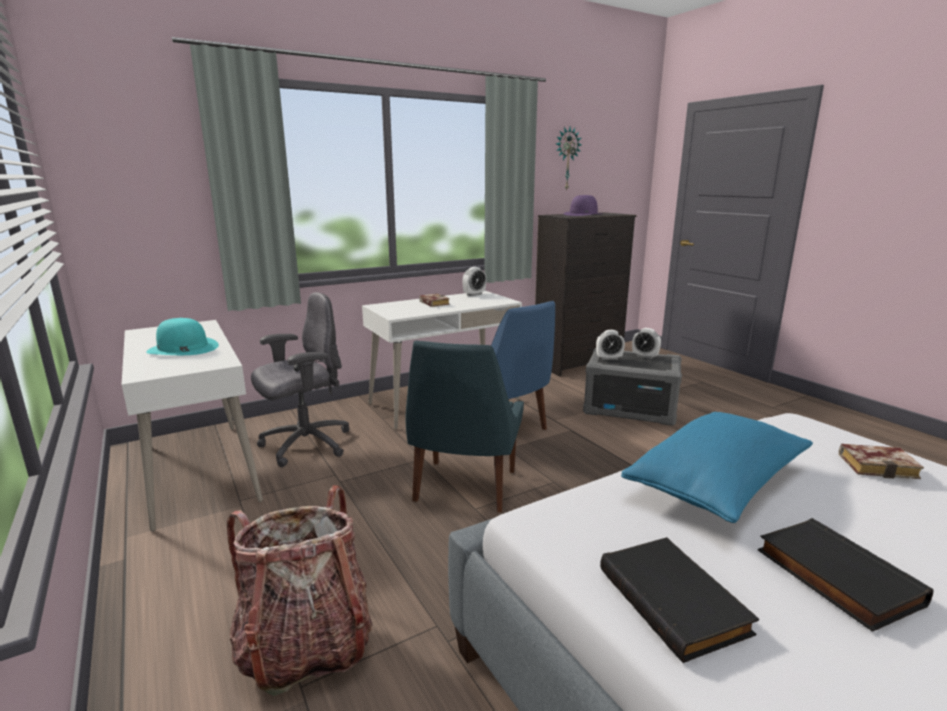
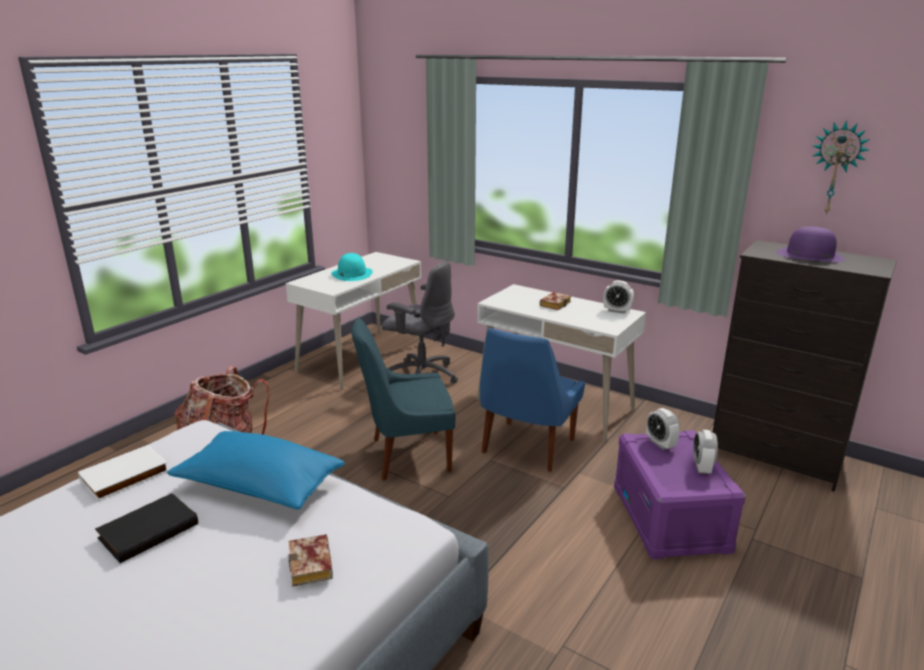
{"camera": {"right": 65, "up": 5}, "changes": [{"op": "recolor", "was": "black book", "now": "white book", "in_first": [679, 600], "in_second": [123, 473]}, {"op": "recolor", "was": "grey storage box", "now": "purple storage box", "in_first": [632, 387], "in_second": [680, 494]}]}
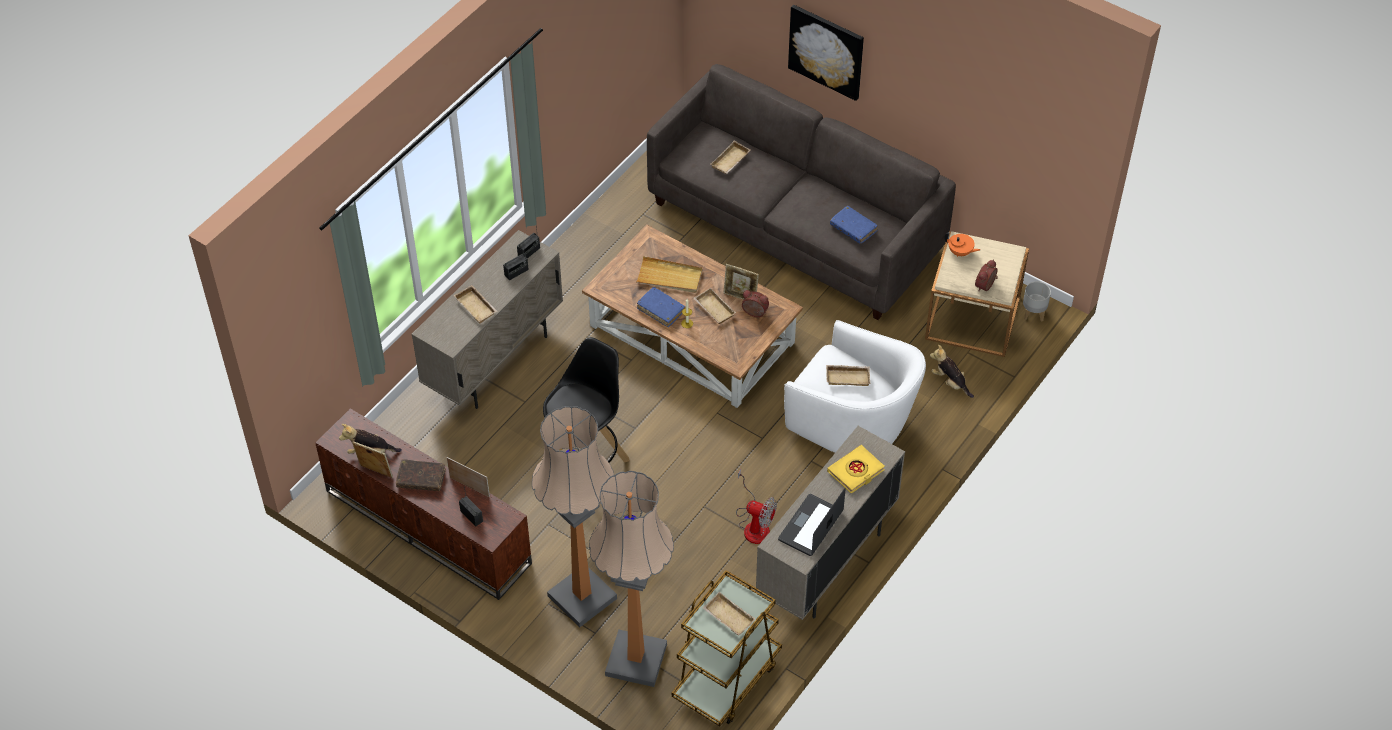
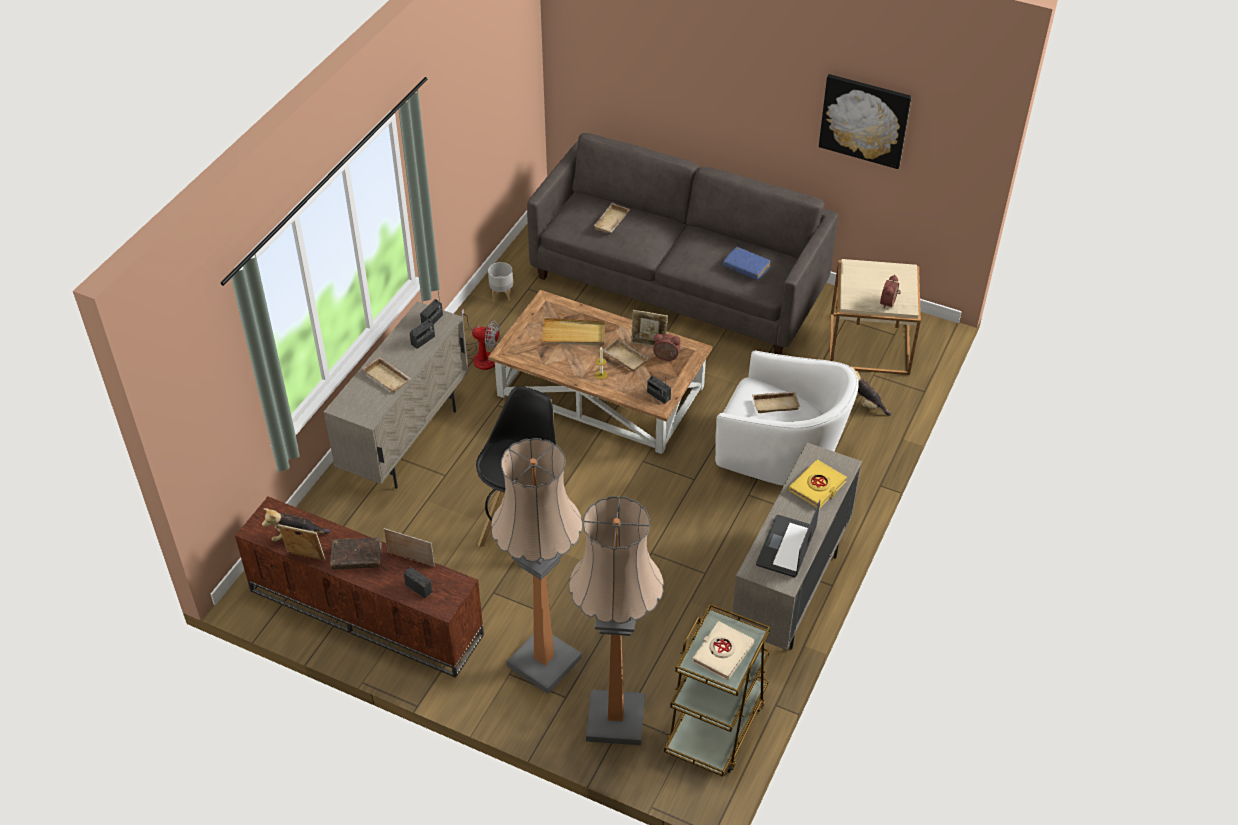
{"camera": {"right": -10, "up": -5}, "changes": [{"op": "move", "was": "fan", "in_first": [756, 506], "in_second": [480, 339]}, {"op": "move", "was": "grey planter", "in_first": [1037, 301], "in_second": [500, 281]}, {"op": "insert", "now": "radio", "in_second": [659, 390]}, {"op": "replace", "was": "beige tray", "now": "beige book", "in_first": [729, 613], "in_second": [723, 650]}, {"op": "move", "was": "picture", "in_first": [826, 53], "in_second": [865, 121]}, {"op": "delete", "was": "blue book", "in_first": [661, 307]}, {"op": "delete", "was": "orange teapot", "in_first": [962, 244]}]}
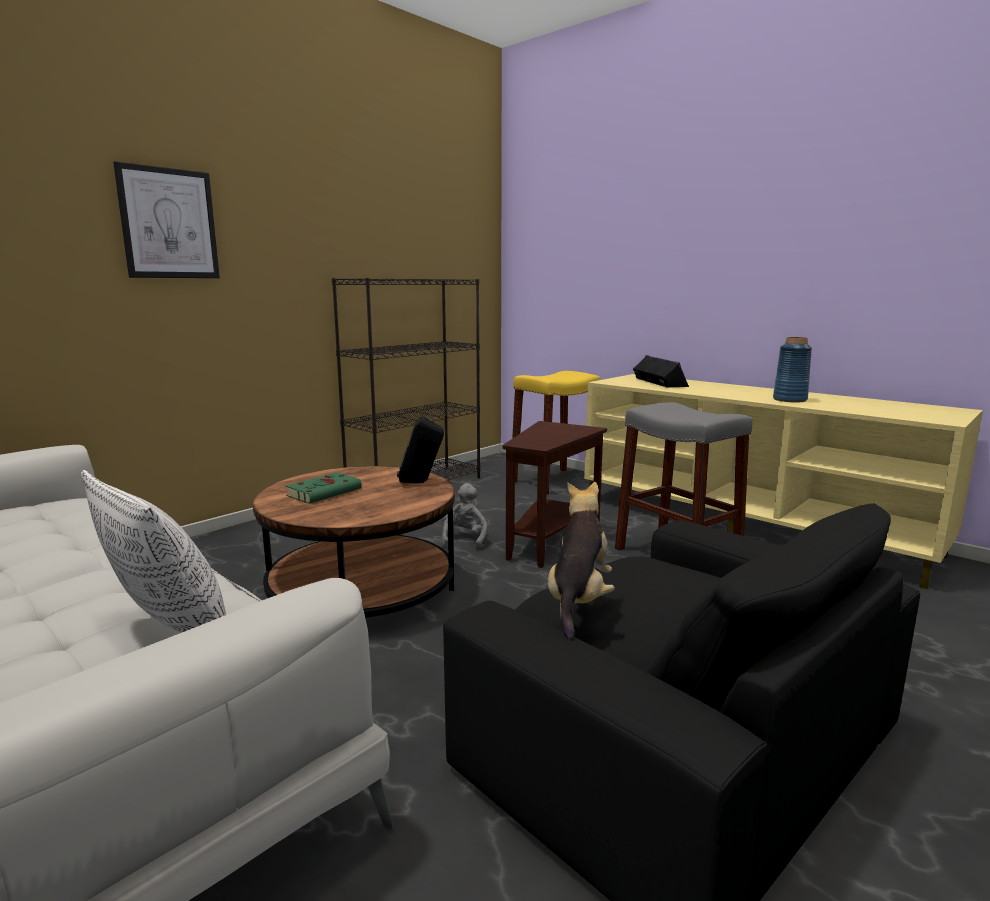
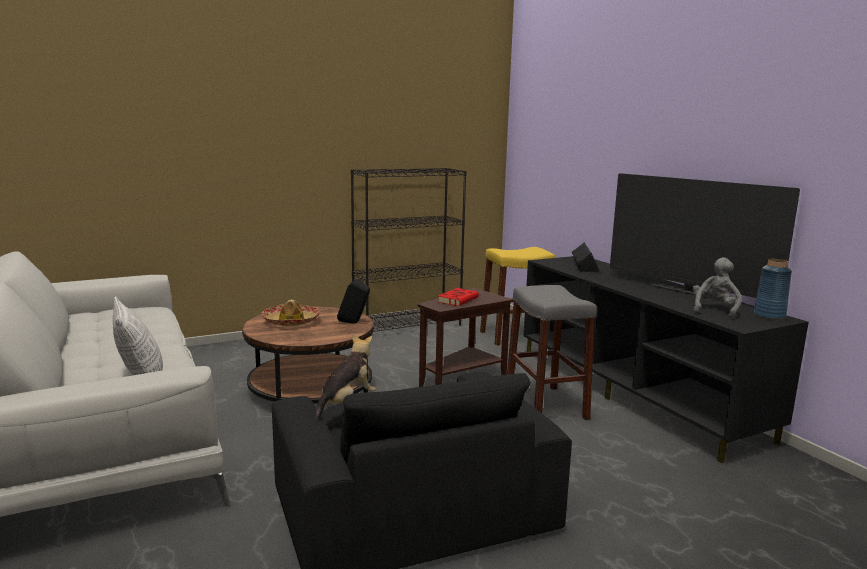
{"camera": {"right": 20, "up": 0}, "changes": [{"op": "replace", "was": "green book", "now": "hat", "in_first": [323, 488], "in_second": [290, 313]}, {"op": "insert", "now": "red book", "in_second": [458, 297]}, {"op": "recolor", "was": "beige tv stand", "now": "black tv stand", "in_first": [783, 481], "in_second": [666, 359]}, {"op": "insert", "now": "television", "in_second": [705, 235]}, {"op": "move", "was": "grey plush toy", "in_first": [464, 516], "in_second": [717, 288]}, {"op": "move", "was": "blue vase", "in_first": [792, 369], "in_second": [773, 289]}, {"op": "delete", "was": "picture", "in_first": [166, 219]}]}
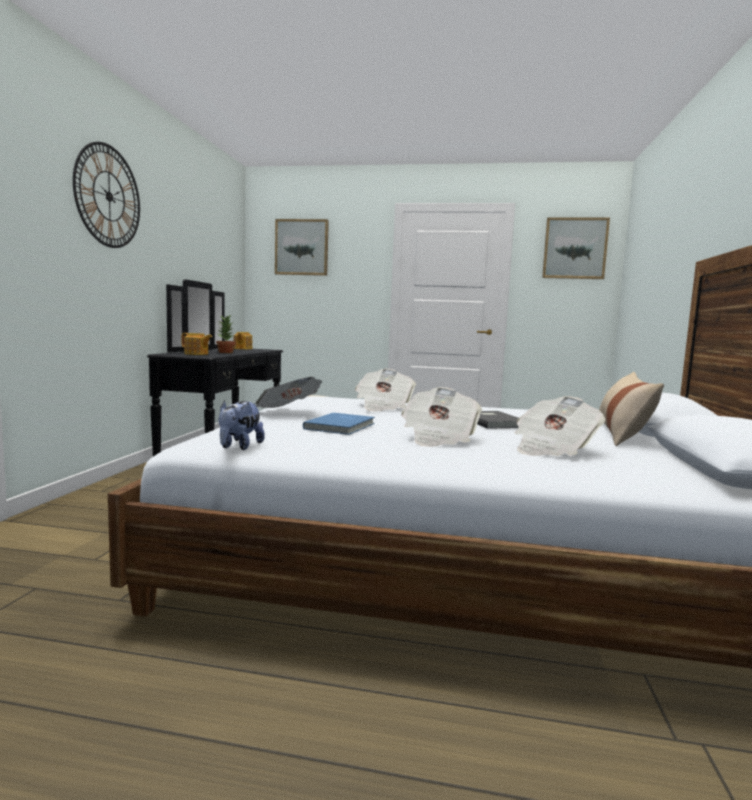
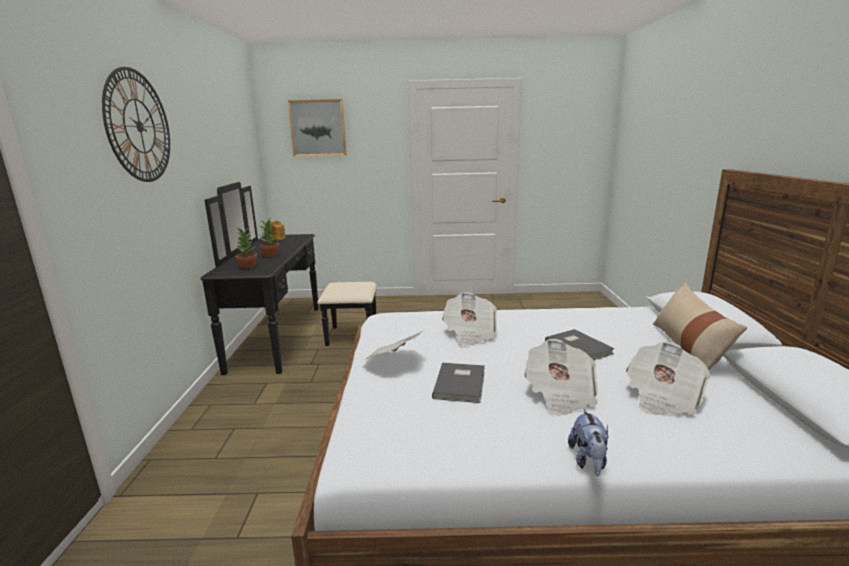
{"camera": {"right": -10, "up": 10}, "changes": [{"op": "replace", "was": "teapot", "now": "potted plant", "in_first": [196, 344], "in_second": [245, 248]}, {"op": "recolor", "was": "blue book", "now": "grey book", "in_first": [339, 424], "in_second": [458, 383]}, {"op": "move", "was": "plush toy", "in_first": [242, 425], "in_second": [588, 442]}, {"op": "delete", "was": "picture", "in_first": [576, 248]}]}
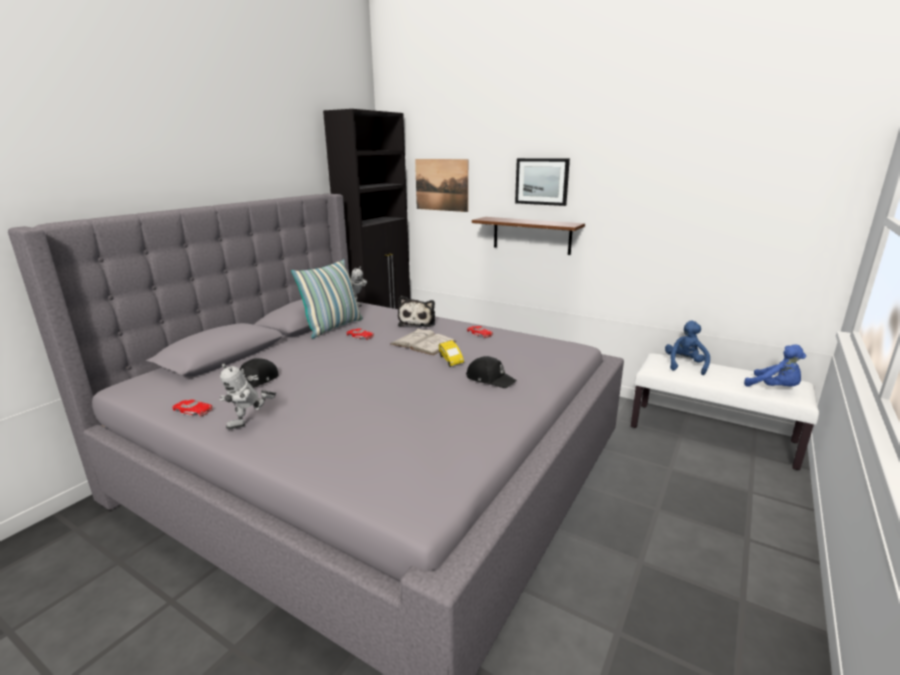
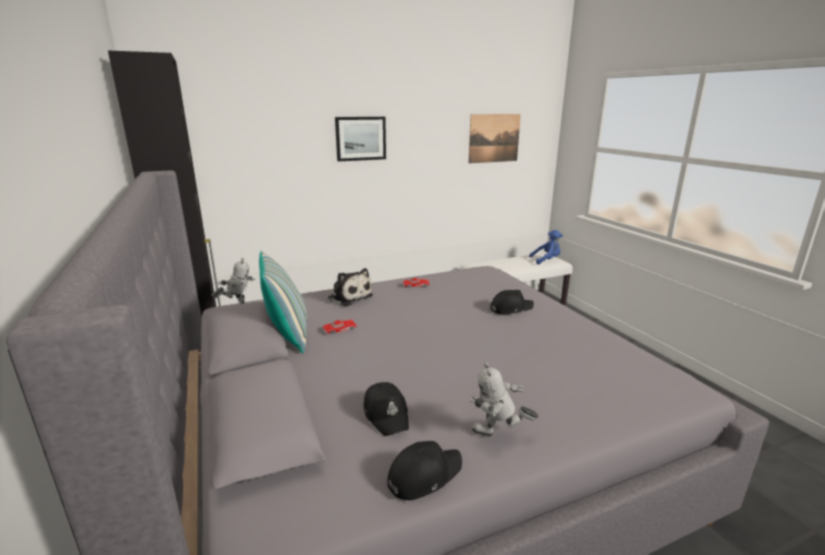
{"camera": {"right": -55, "up": 0}, "changes": [{"op": "replace", "was": "red toy car", "now": "black cap", "in_first": [192, 408], "in_second": [425, 470]}, {"op": "move", "was": "picture", "in_first": [441, 185], "in_second": [494, 138]}, {"op": "rotate", "was": "toy robot", "in_first": [247, 396], "in_second": [504, 399], "clockwise": 105}, {"op": "delete", "was": "white book", "in_first": [423, 341]}, {"op": "delete", "was": "yellow toy car", "in_first": [451, 353]}, {"op": "delete", "was": "brown shelf", "in_first": [528, 236]}, {"op": "delete", "was": "blue plush toy", "in_first": [687, 348]}]}
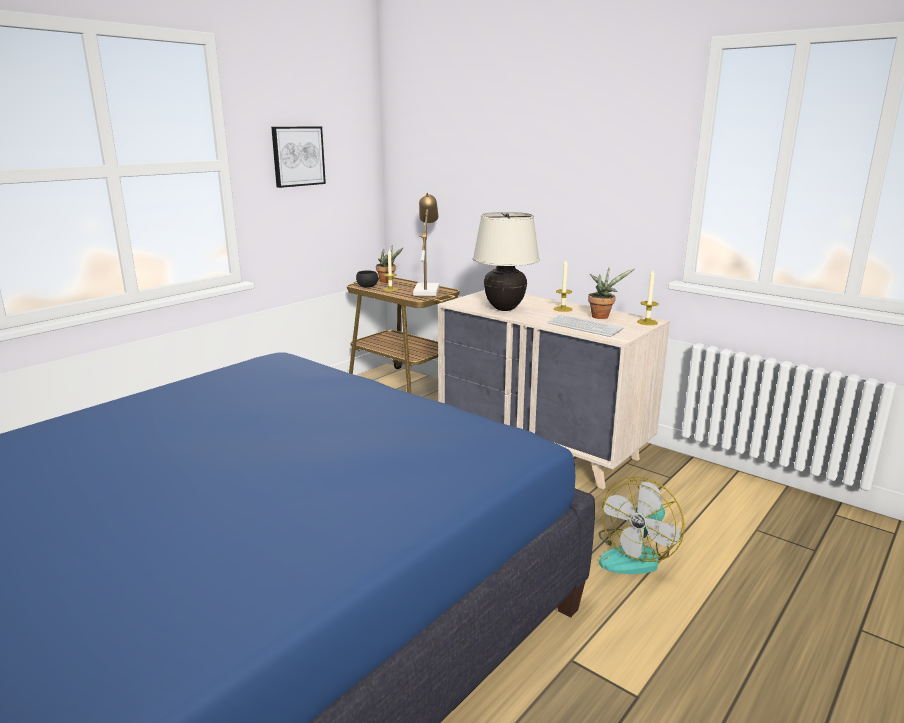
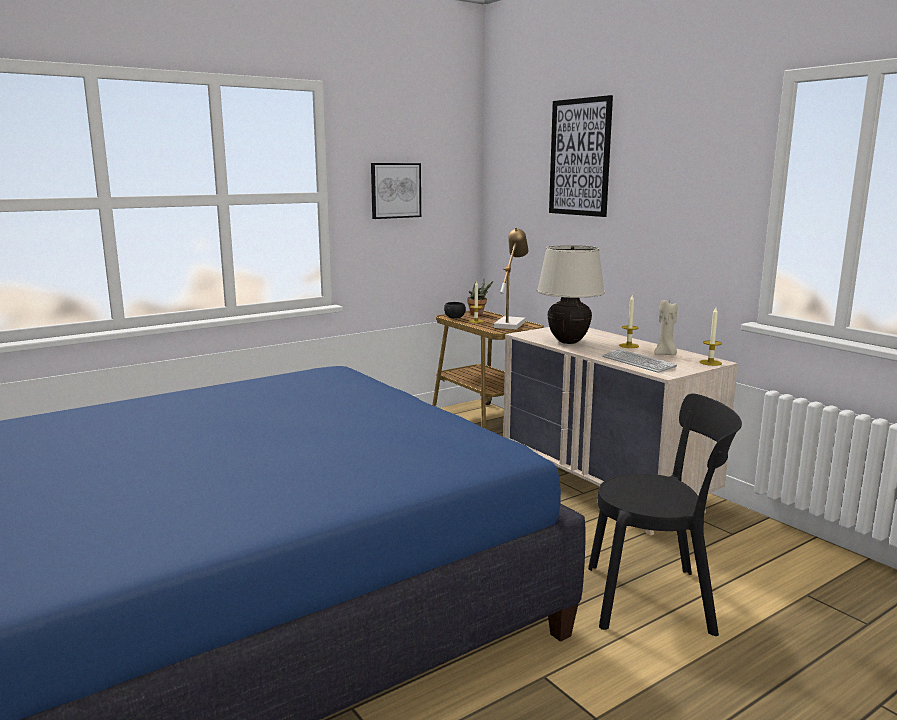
{"camera": {"right": 15, "up": -5}, "changes": [{"op": "insert", "now": "picture", "in_second": [581, 156]}, {"op": "replace", "was": "fan", "now": "black chair", "in_first": [642, 525], "in_second": [665, 515]}, {"op": "replace", "was": "potted plant", "now": "beige candle", "in_first": [611, 293], "in_second": [665, 327]}]}
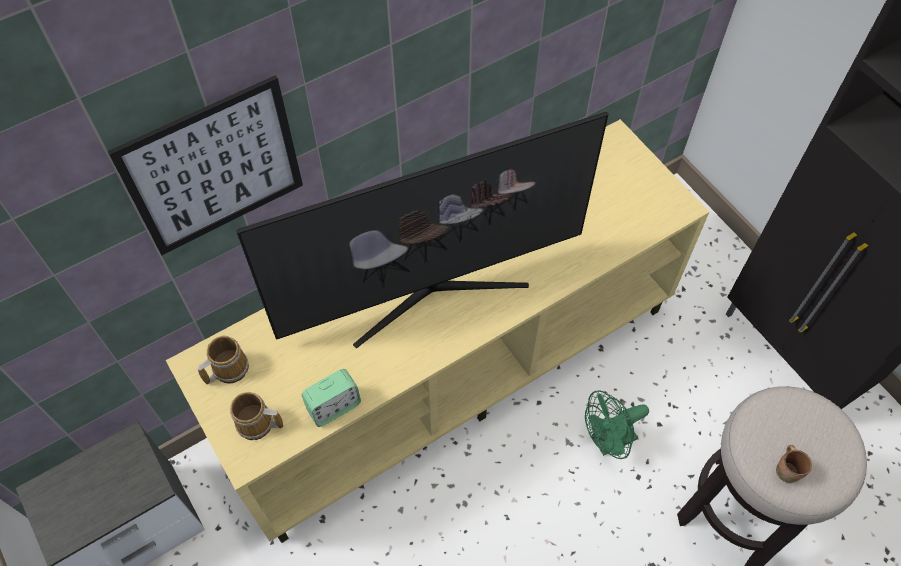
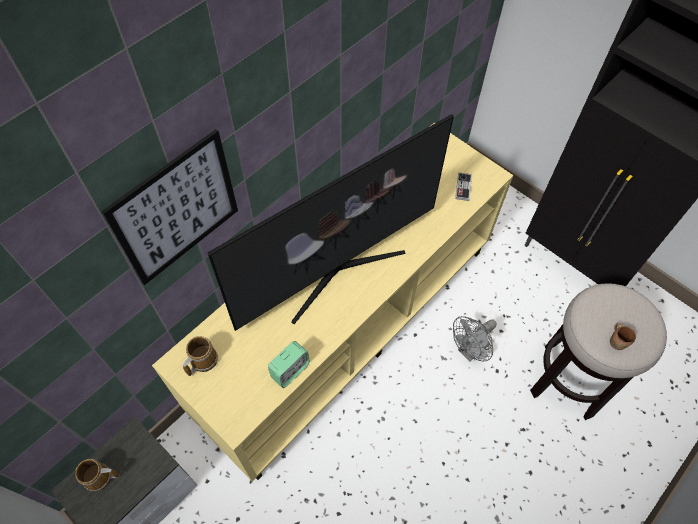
{"camera": {"right": -15, "up": 0}, "changes": [{"op": "move", "was": "mug", "in_first": [256, 416], "in_second": [97, 475]}, {"op": "recolor", "was": "green fan", "now": "grey fan", "in_first": [617, 425], "in_second": [475, 339]}, {"op": "insert", "now": "game controller", "in_second": [463, 187]}]}
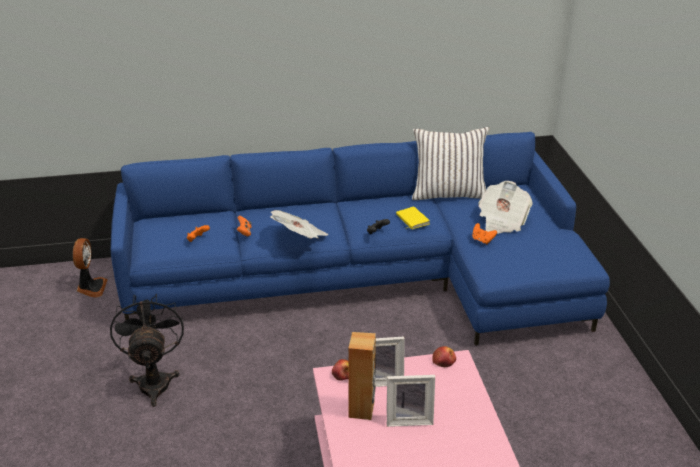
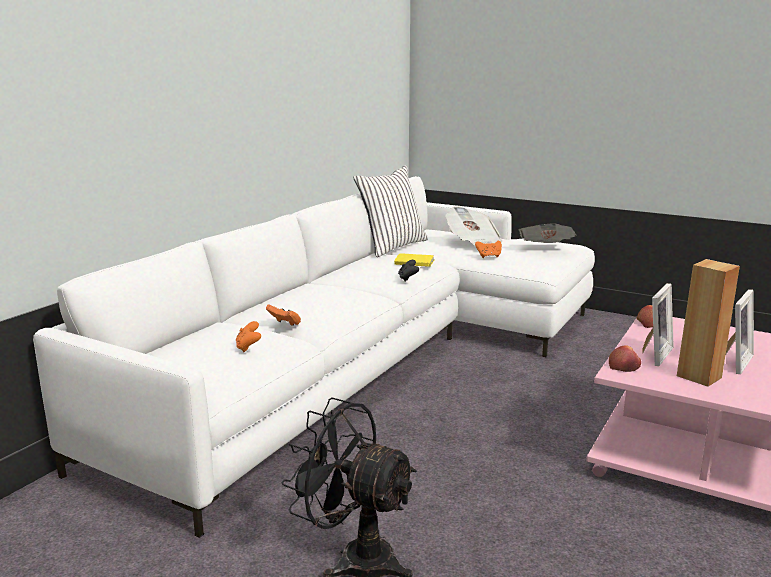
{"camera": {"right": -50, "up": -15}, "changes": [{"op": "recolor", "was": "blue sofa", "now": "white sofa", "in_first": [360, 239], "in_second": [314, 357]}, {"op": "move", "was": "newspaper", "in_first": [299, 224], "in_second": [547, 233]}, {"op": "delete", "was": "fan", "in_first": [90, 268]}]}
